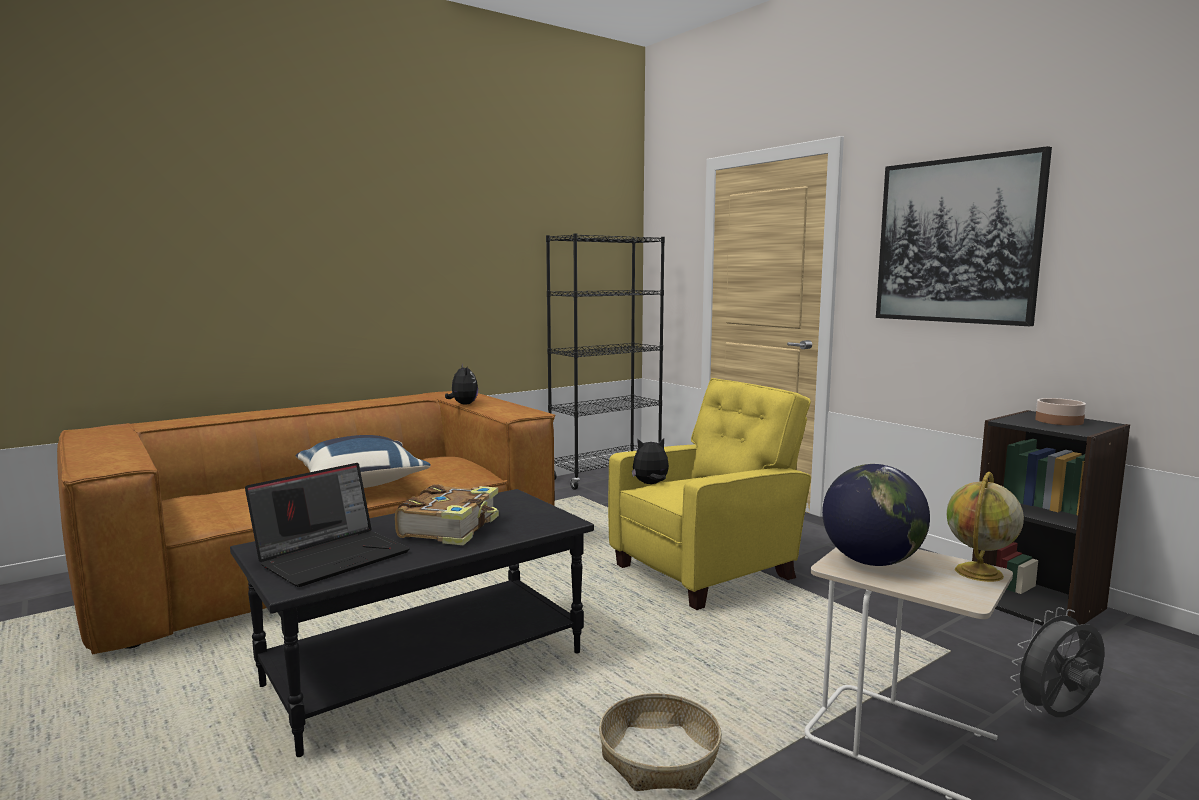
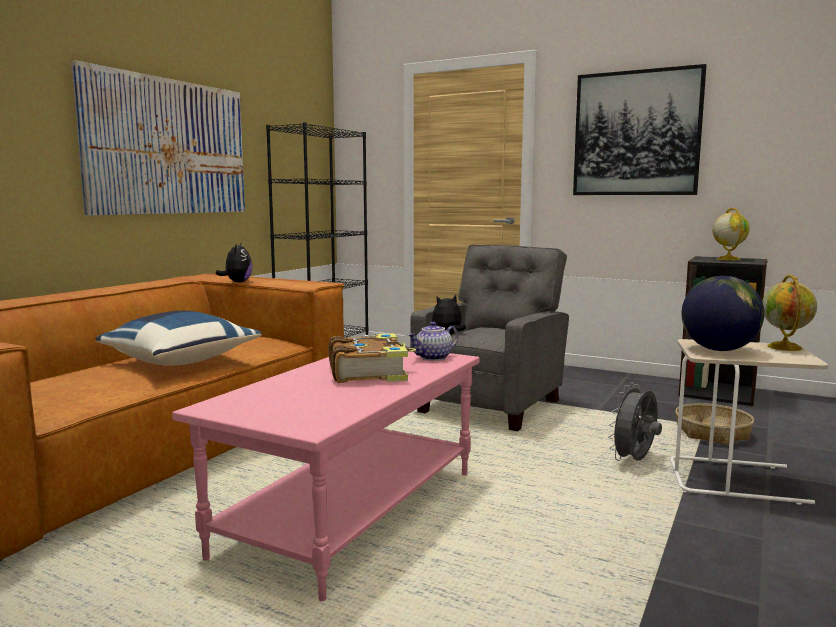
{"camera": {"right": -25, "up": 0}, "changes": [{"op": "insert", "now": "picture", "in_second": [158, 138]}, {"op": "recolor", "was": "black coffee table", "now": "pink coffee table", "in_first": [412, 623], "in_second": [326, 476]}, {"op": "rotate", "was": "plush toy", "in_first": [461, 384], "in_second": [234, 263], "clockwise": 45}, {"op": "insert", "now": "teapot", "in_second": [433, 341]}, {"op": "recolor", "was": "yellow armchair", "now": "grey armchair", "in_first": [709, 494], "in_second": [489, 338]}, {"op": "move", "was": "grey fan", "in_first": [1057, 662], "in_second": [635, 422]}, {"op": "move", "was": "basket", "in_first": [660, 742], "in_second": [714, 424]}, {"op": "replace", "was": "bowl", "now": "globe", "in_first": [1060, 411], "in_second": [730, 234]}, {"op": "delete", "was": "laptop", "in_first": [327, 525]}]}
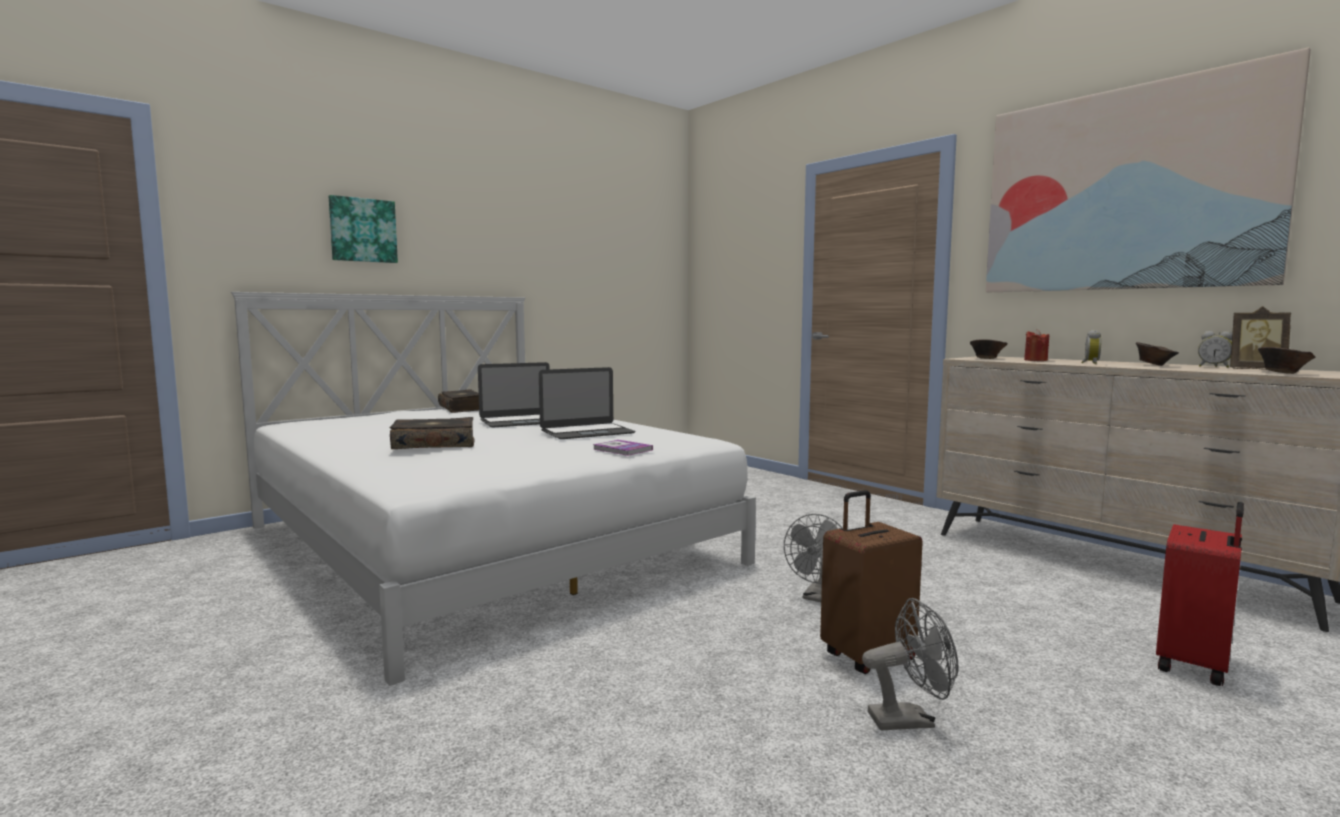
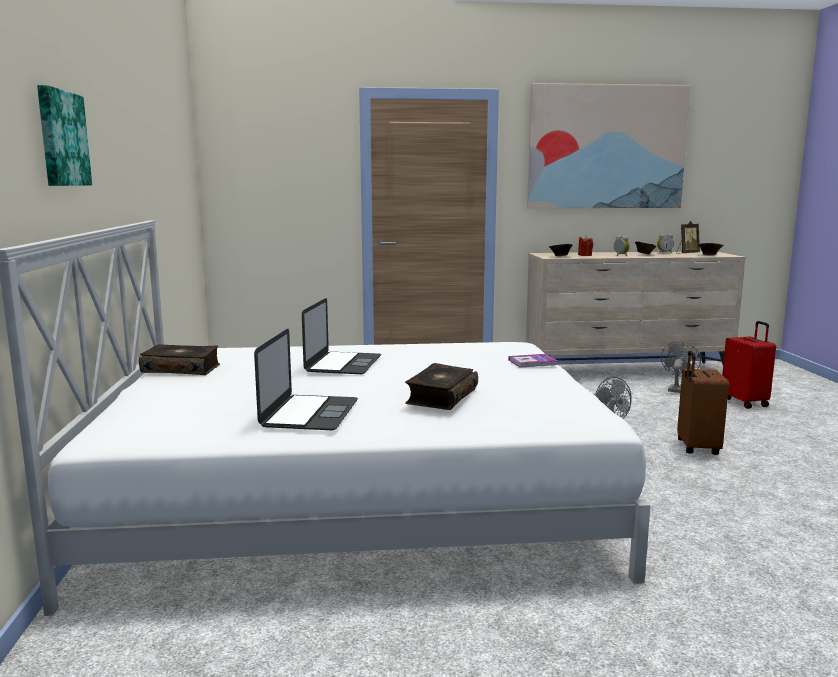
{"camera": {"right": -55, "up": 5}, "changes": [{"op": "move", "was": "laptop", "in_first": [587, 403], "in_second": [306, 379]}, {"op": "move", "was": "grey fan", "in_first": [910, 664], "in_second": [681, 367]}]}
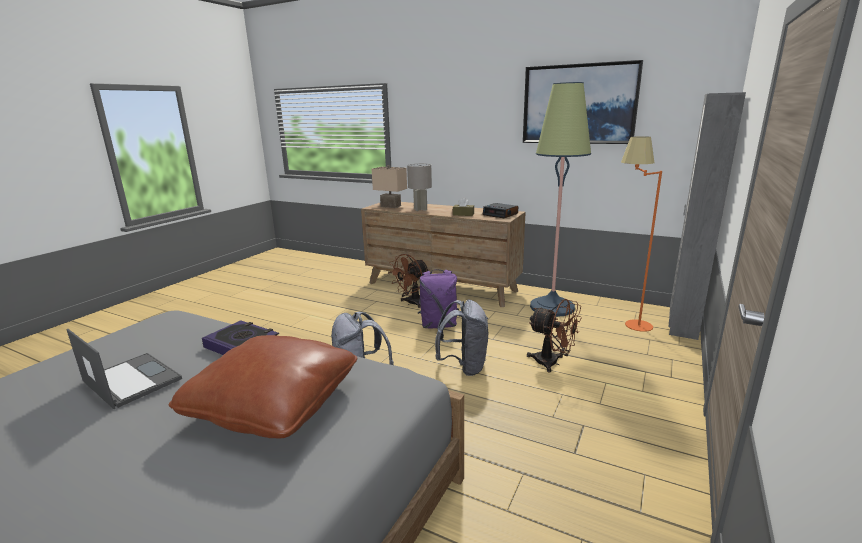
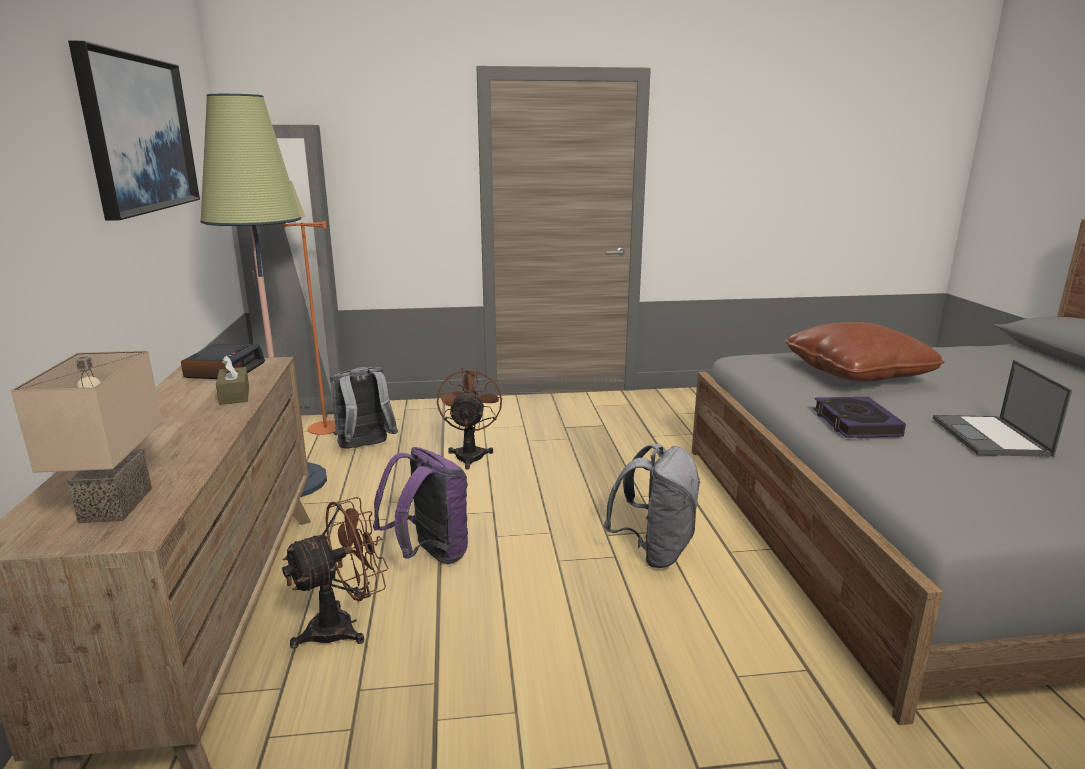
{"camera": {"right": -125, "up": 0}, "changes": [{"op": "rotate", "was": "brown fan", "in_first": [408, 281], "in_second": [335, 573], "clockwise": -45}, {"op": "move", "was": "grey backpack", "in_first": [461, 337], "in_second": [364, 408]}, {"op": "delete", "was": "grey table lamp", "in_first": [419, 187]}]}
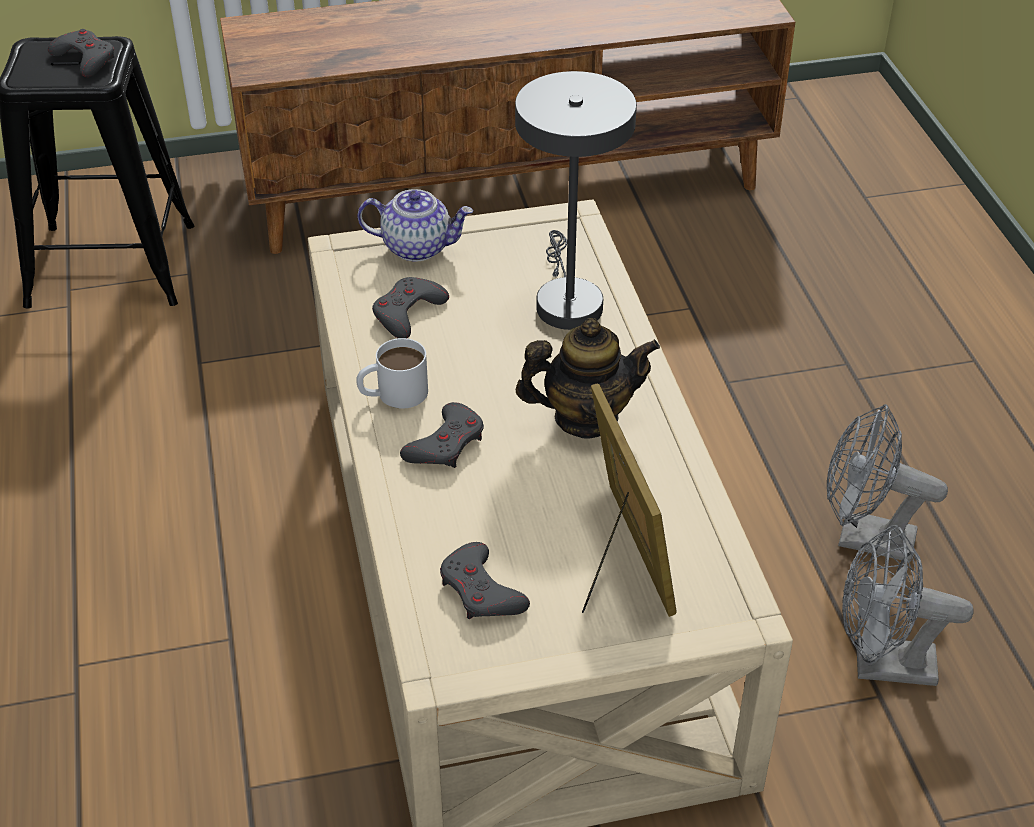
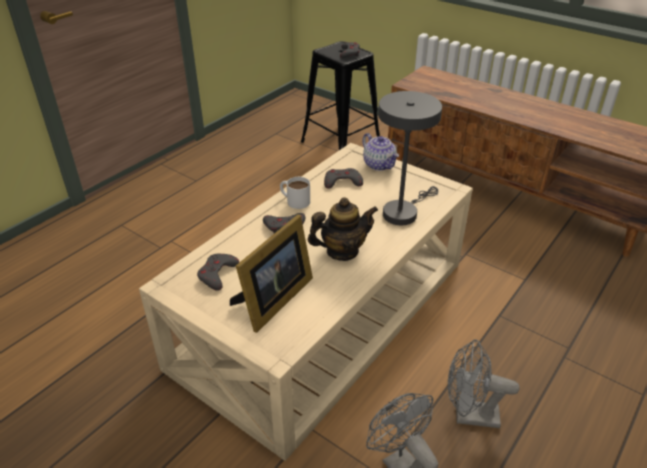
{"camera": {"right": 50, "up": -5}, "changes": [{"op": "rotate", "was": "teapot", "in_first": [588, 378], "in_second": [343, 229], "clockwise": -60}, {"op": "rotate", "was": "grey fan", "in_first": [887, 483], "in_second": [484, 384], "clockwise": -60}]}
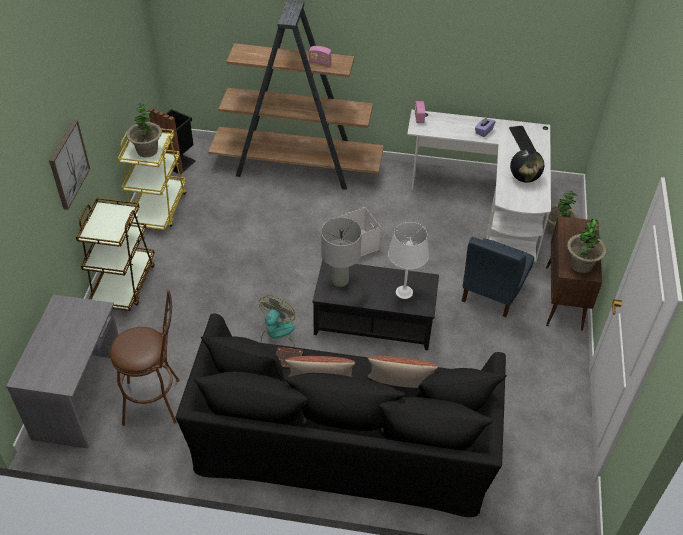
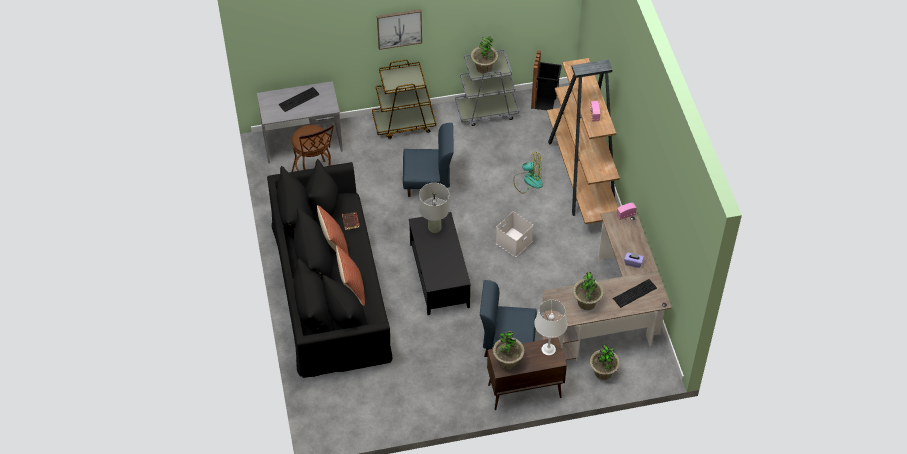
{"camera": {"right": 70, "up": 5}, "changes": [{"op": "insert", "now": "keyboard", "in_second": [299, 99]}, {"op": "insert", "now": "blue chair", "in_second": [428, 160]}, {"op": "recolor", "was": "yellow cart", "now": "grey cart", "in_first": [152, 179], "in_second": [487, 87]}, {"op": "move", "was": "fan", "in_first": [277, 321], "in_second": [528, 172]}, {"op": "move", "was": "white table lamp", "in_first": [408, 260], "in_second": [551, 327]}, {"op": "recolor", "was": "white desk", "now": "brown desk", "in_first": [479, 186], "in_second": [607, 286]}, {"op": "replace", "was": "globe", "now": "potted plant", "in_first": [527, 166], "in_second": [588, 291]}]}
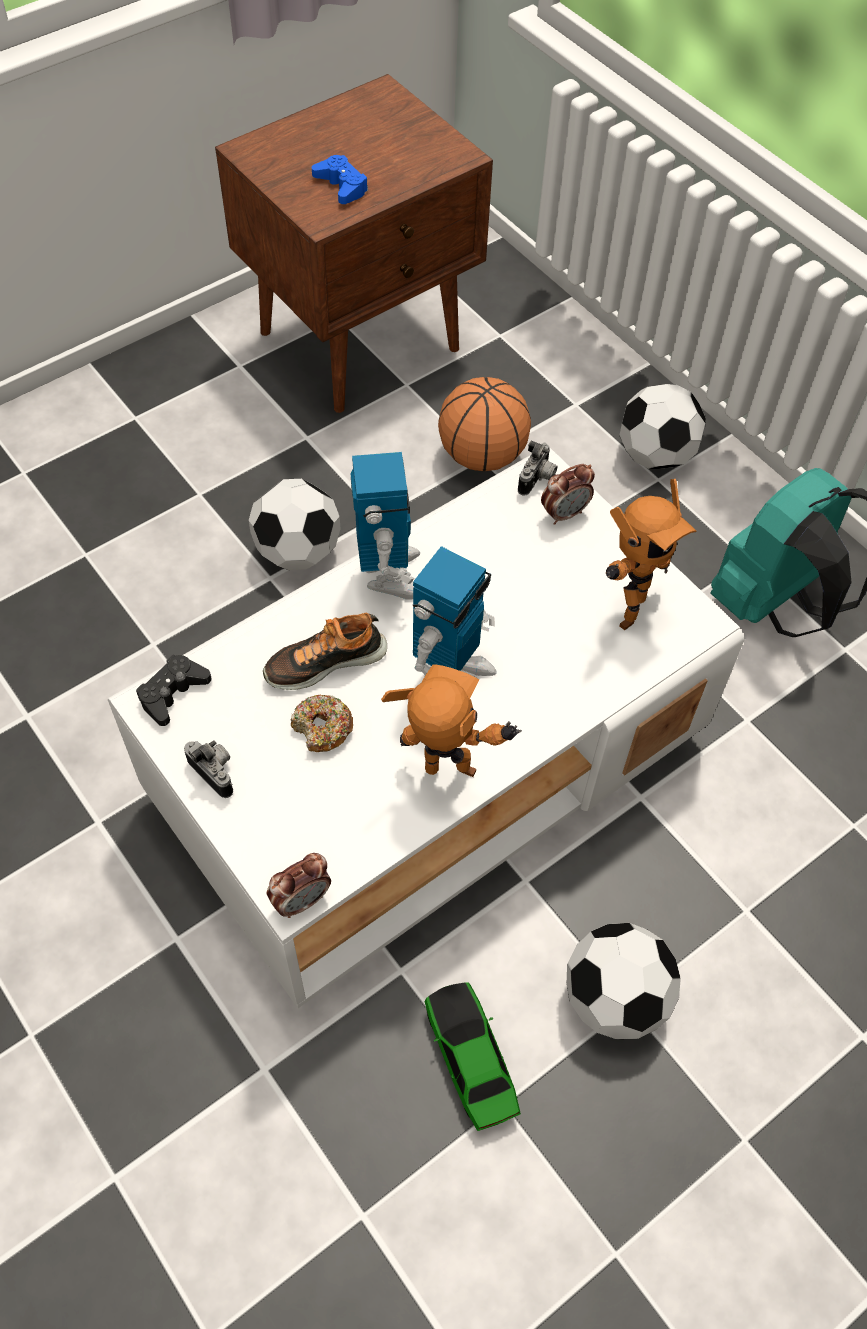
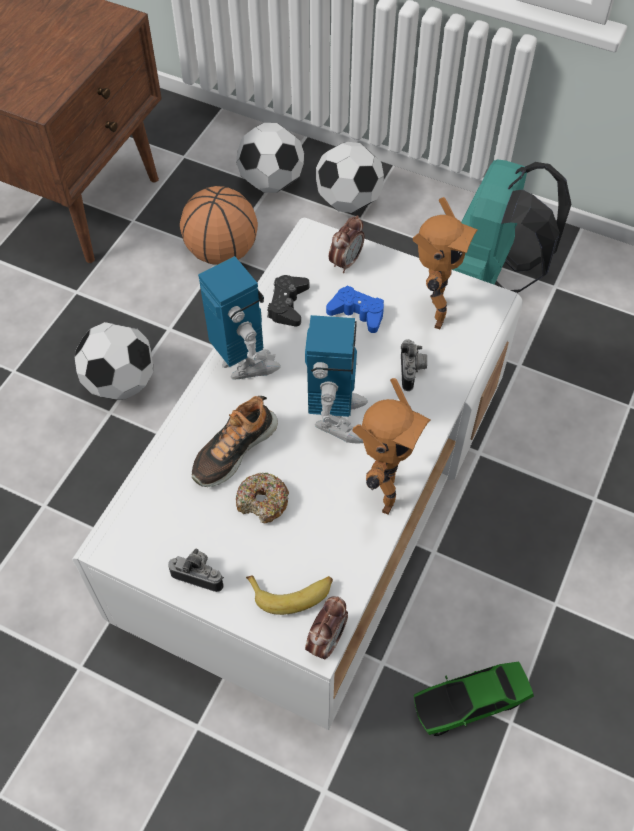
{"camera": {"right": -25, "up": 0}, "changes": [{"op": "move", "was": "football", "in_first": [624, 981], "in_second": [270, 158]}, {"op": "insert", "now": "banana", "in_second": [289, 595]}, {"op": "move", "was": "black game controller", "in_first": [174, 690], "in_second": [288, 300]}, {"op": "move", "was": "blue game controller", "in_first": [340, 179], "in_second": [355, 309]}, {"op": "rotate", "was": "toy robot", "in_first": [451, 720], "in_second": [391, 446], "clockwise": 120}, {"op": "move", "was": "photo camera", "in_first": [538, 468], "in_second": [414, 365]}, {"op": "rotate", "was": "toy car", "in_first": [472, 1056], "in_second": [474, 699], "clockwise": -60}]}
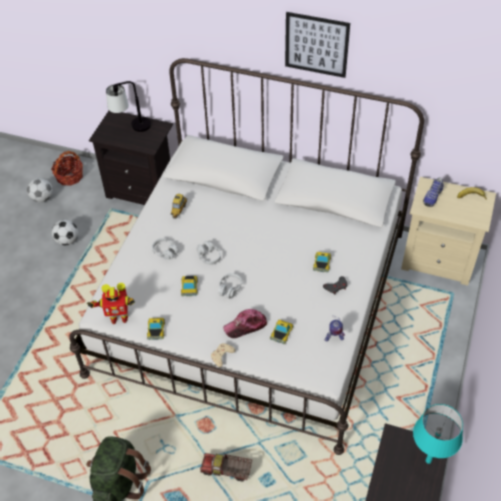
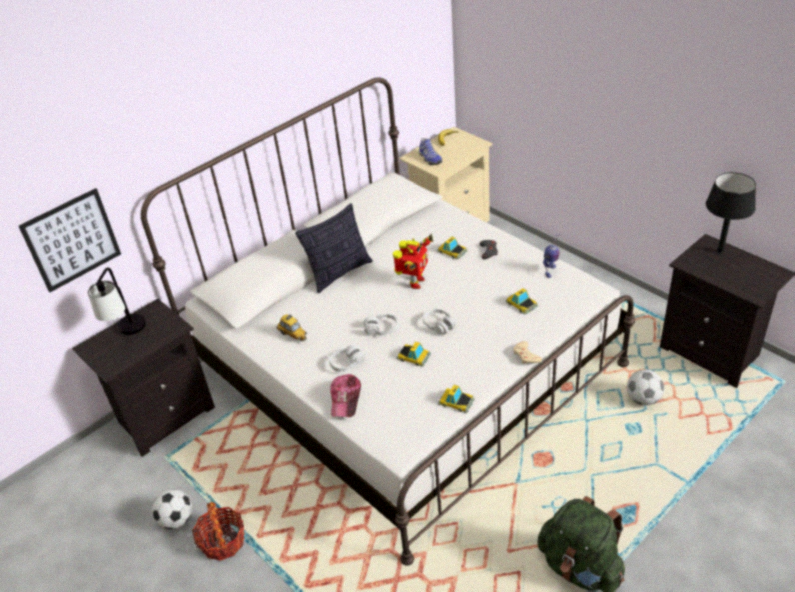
{"camera": {"right": -60, "up": -10}, "changes": [{"op": "move", "was": "picture", "in_first": [317, 45], "in_second": [70, 240]}, {"op": "move", "was": "basket", "in_first": [67, 168], "in_second": [218, 531]}, {"op": "insert", "now": "pillow", "in_second": [334, 248]}, {"op": "move", "was": "cap", "in_first": [245, 323], "in_second": [345, 395]}, {"op": "move", "was": "toy robot", "in_first": [111, 303], "in_second": [413, 261]}, {"op": "move", "was": "football", "in_first": [40, 190], "in_second": [645, 388]}, {"op": "recolor", "was": "turquoise table lamp", "now": "black table lamp", "in_first": [438, 434], "in_second": [731, 212]}, {"op": "delete", "was": "toy truck", "in_first": [226, 467]}]}
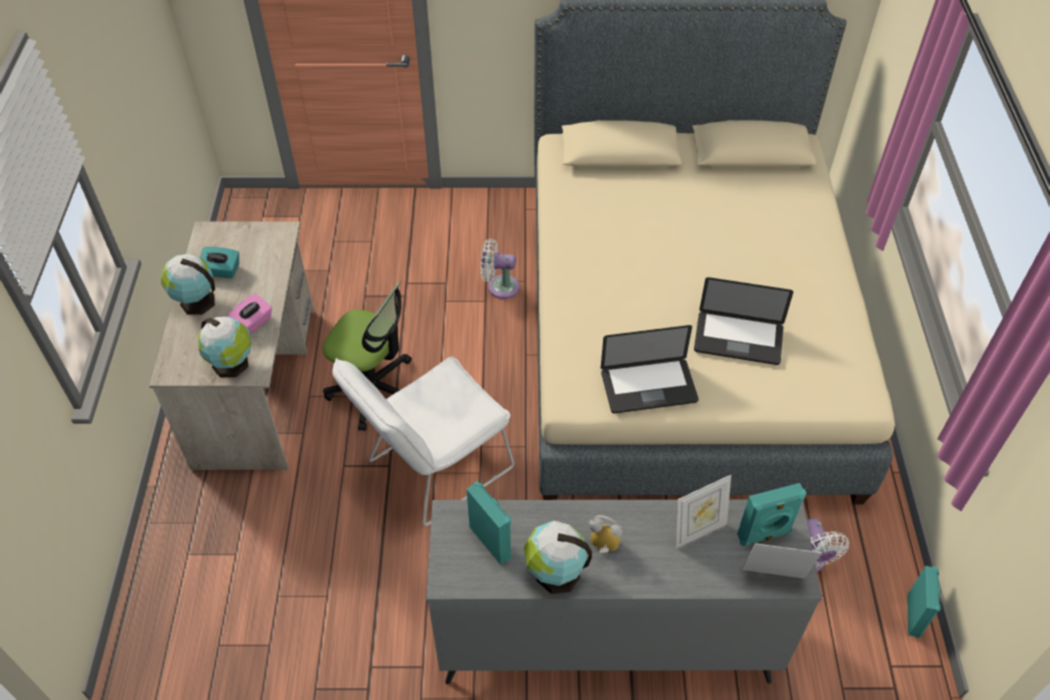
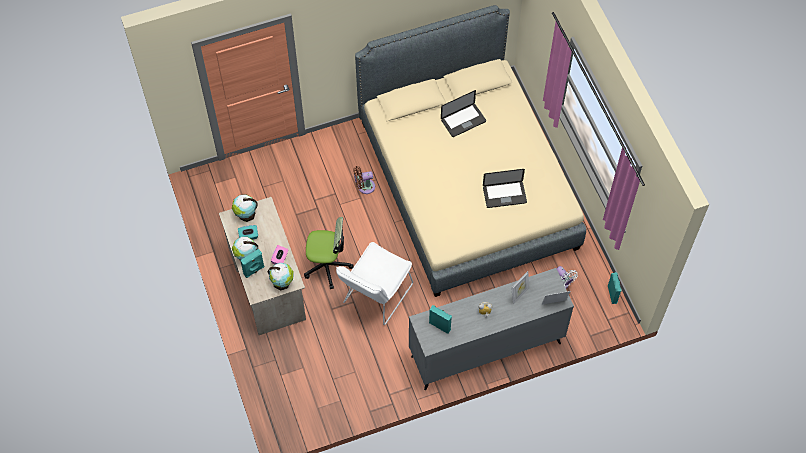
{"camera": {"right": -20, "up": 10}, "changes": [{"op": "move", "was": "globe", "in_first": [558, 557], "in_second": [245, 208]}, {"op": "move", "was": "turquoise speaker", "in_first": [772, 514], "in_second": [252, 263]}, {"op": "recolor", "was": "white fan", "now": "brown fan", "in_first": [500, 269], "in_second": [364, 180]}, {"op": "move", "was": "laptop", "in_first": [650, 369], "in_second": [463, 113]}]}
